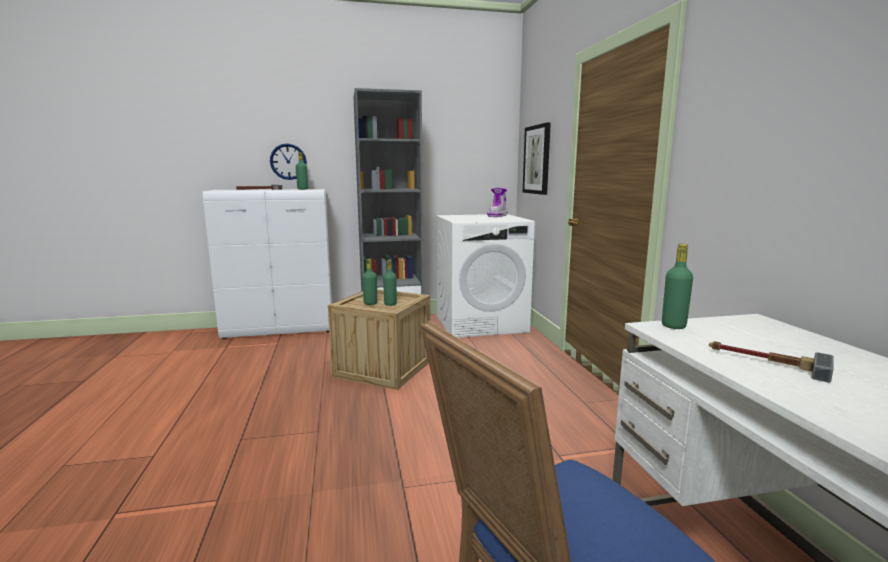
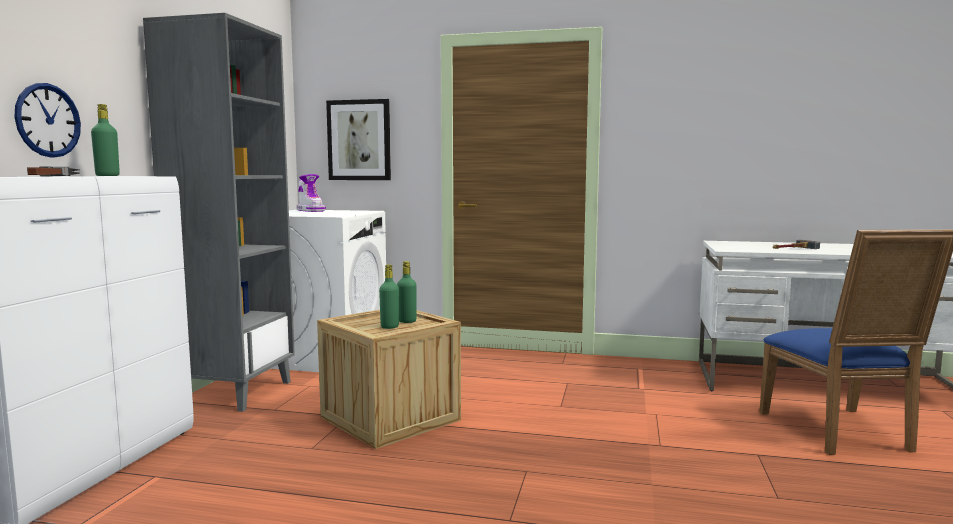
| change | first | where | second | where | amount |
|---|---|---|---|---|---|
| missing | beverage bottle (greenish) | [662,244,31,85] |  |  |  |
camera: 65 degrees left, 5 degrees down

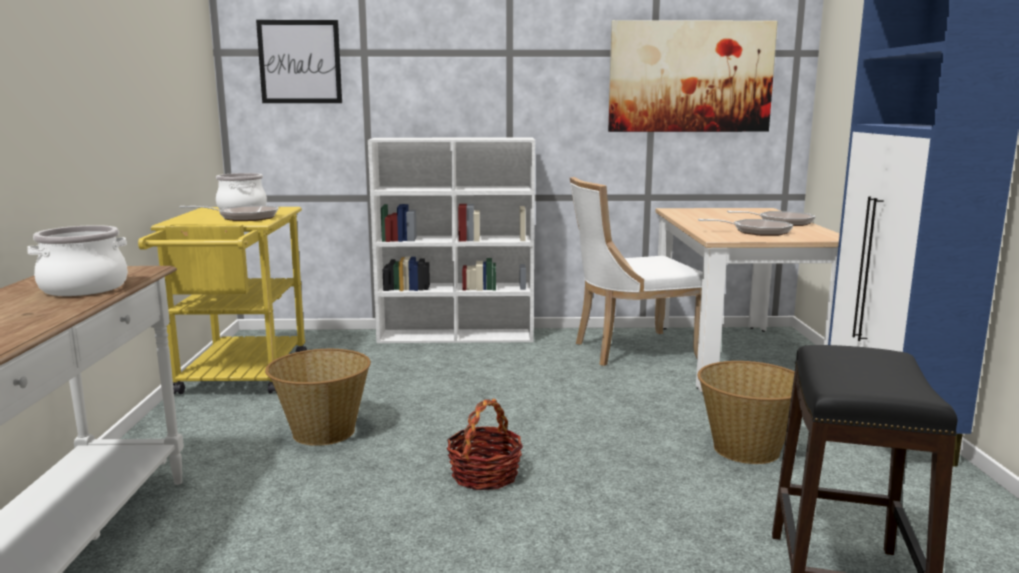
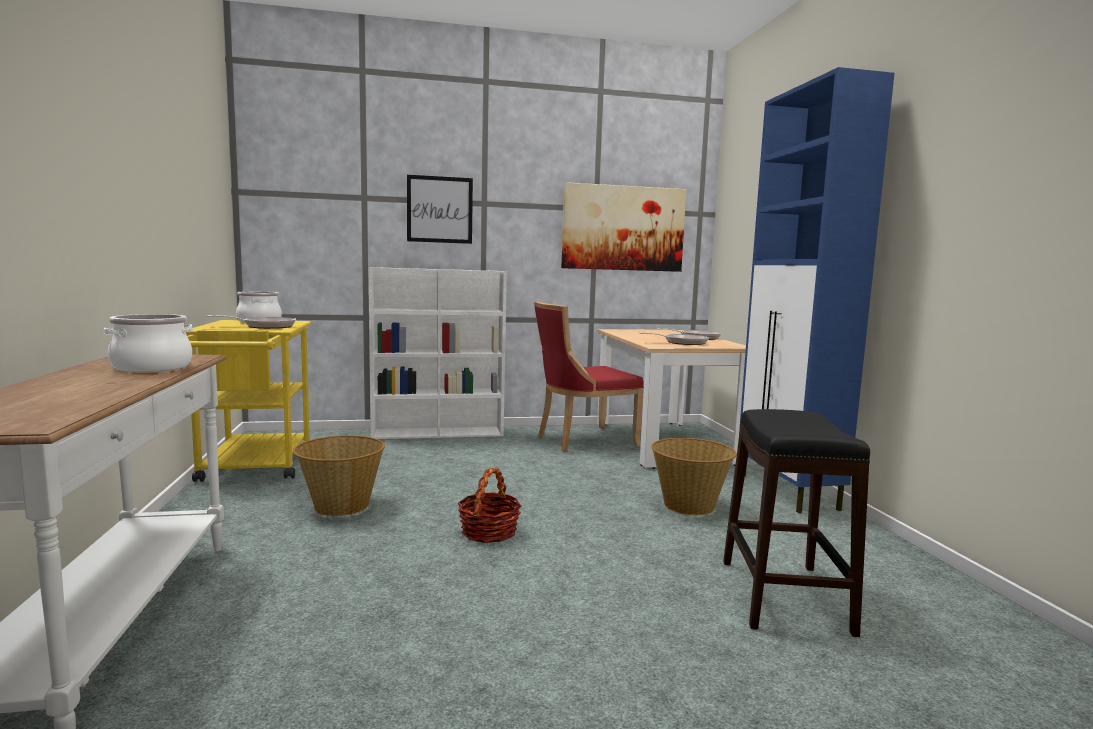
| change | first | where | second | where | amount |
|---|---|---|---|---|---|
| relocated | picture | [256,20,86,83] |  | [407,175,66,69] |  |
| colour | chair (white) | [570,177,133,189] | chair (reddish) | [534,302,110,150] |  |
camera: 10 degrees left, 5 degrees down

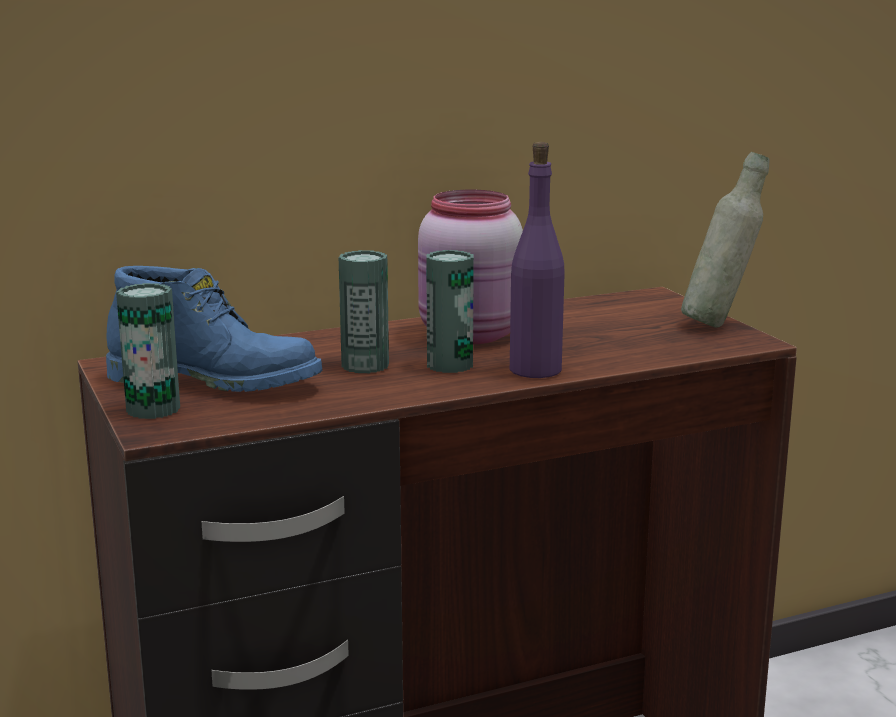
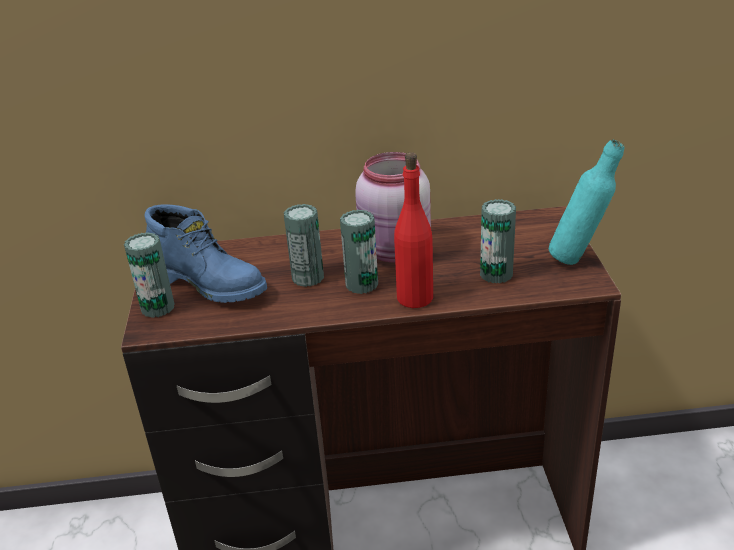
| change | first | where | second | where | amount |
|---|---|---|---|---|---|
| colour | beverage bottle (purple-coloured) | [510,142,55,236] | beverage bottle (reddish) | [394,152,39,156] |  |
| colour | beverage bottle (greyish) | [681,152,88,176] | beverage bottle (turquoise) | [549,139,75,126] |  |
| appeared |  |  | can | [480,199,36,85] |  |
camera: 20 degrees right, 15 degrees up

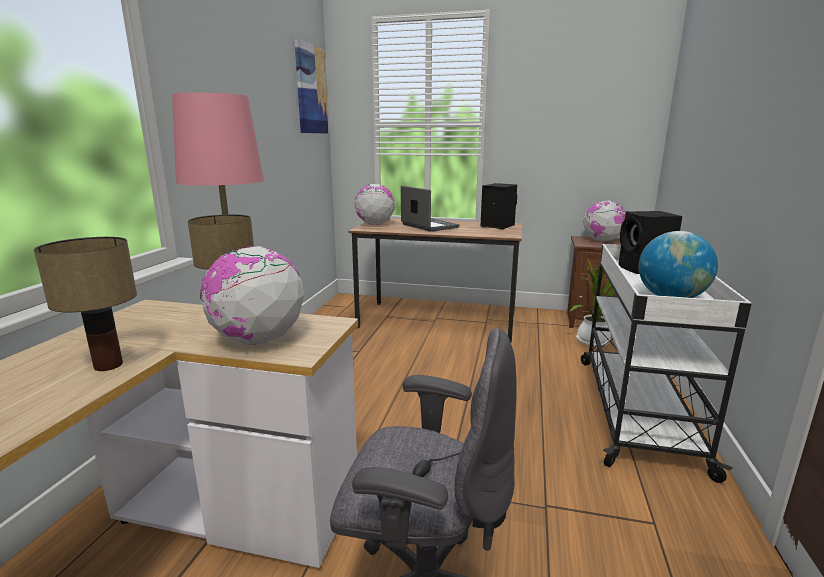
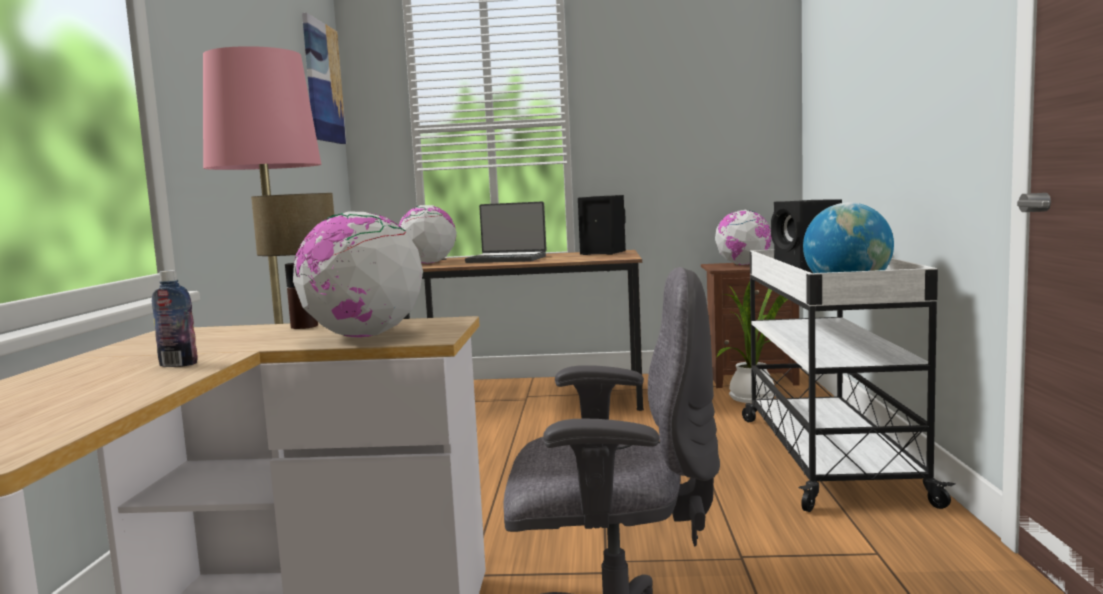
| change | first | where | second | where | amount |
|---|---|---|---|---|---|
| spun | laptop | [401,186,58,46] |  | [465,202,82,61] | 150 degrees clockwise |
| exchanged | tabletop lamp | [34,237,103,134] | beverage bottle | [152,270,46,97] |  |
camera: 10 degrees left, 10 degrees down

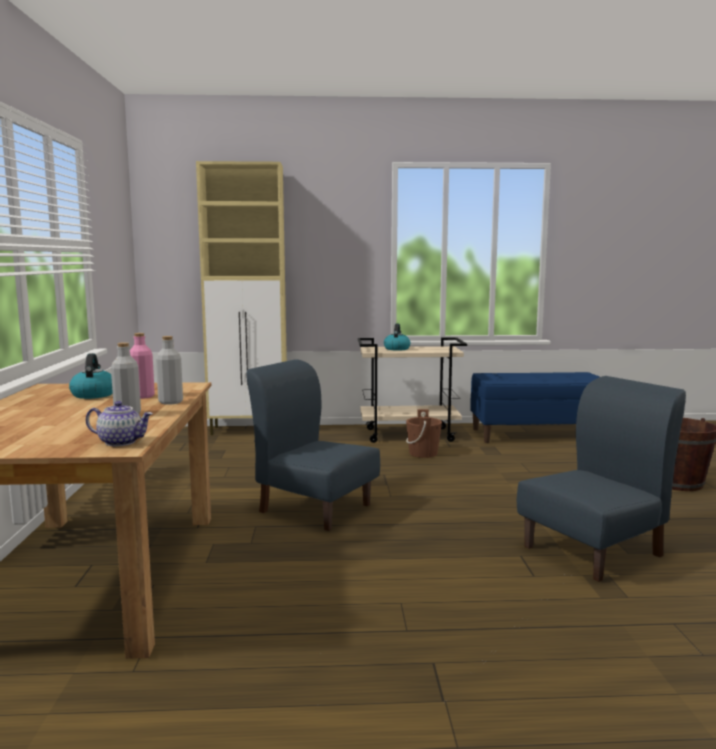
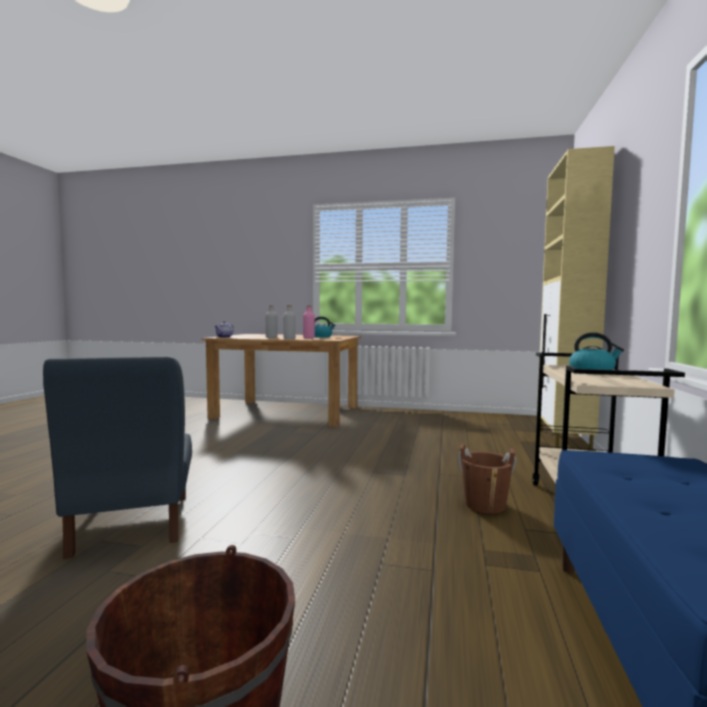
| change | first | where | second | where | amount |
|---|---|---|---|---|---|
| missing | chair (blue-coloured) | [246,359,134,172] |  |  |  |
camera: 105 degrees right, 5 degrees down

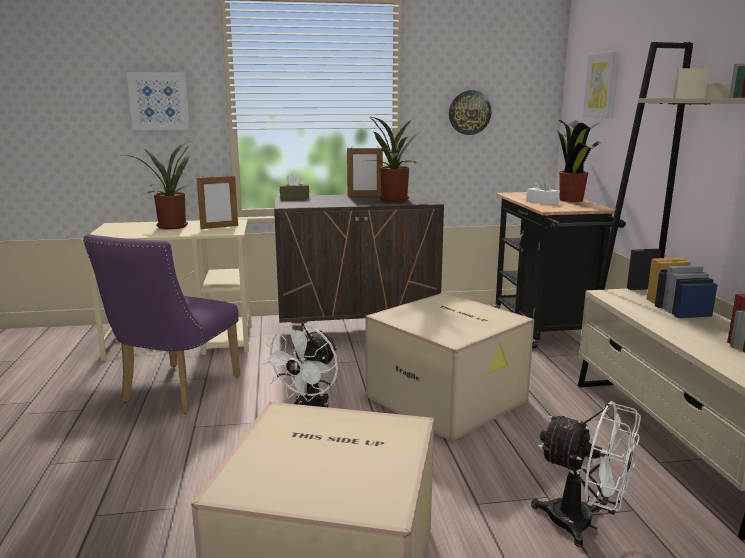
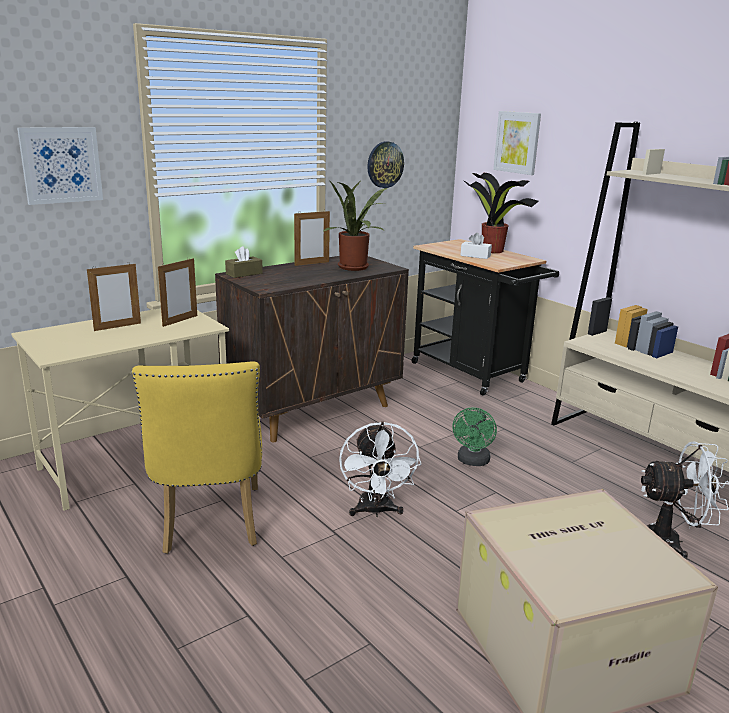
| change | first | where | second | where | amount |
|---|---|---|---|---|---|
| exchanged | potted plant | [123,141,74,88] | picture frame | [87,262,54,69] |  |
| colour | chair (purple-coloured) | [83,234,157,180] | chair (yellow) | [132,361,130,193] |  |
| exchanged | packing box | [365,292,169,150] | electric fan (greenish) | [453,407,44,59] |  |
camera: 30 degrees left, 5 degrees up

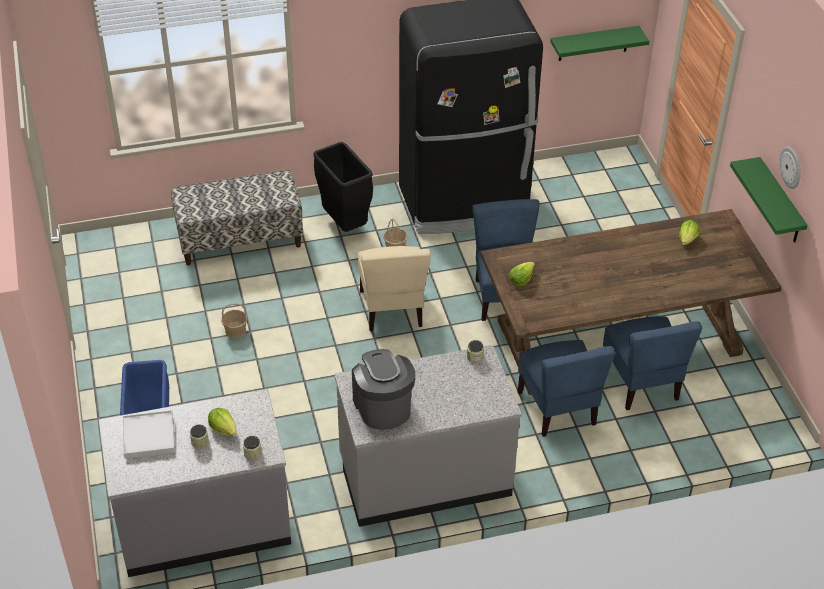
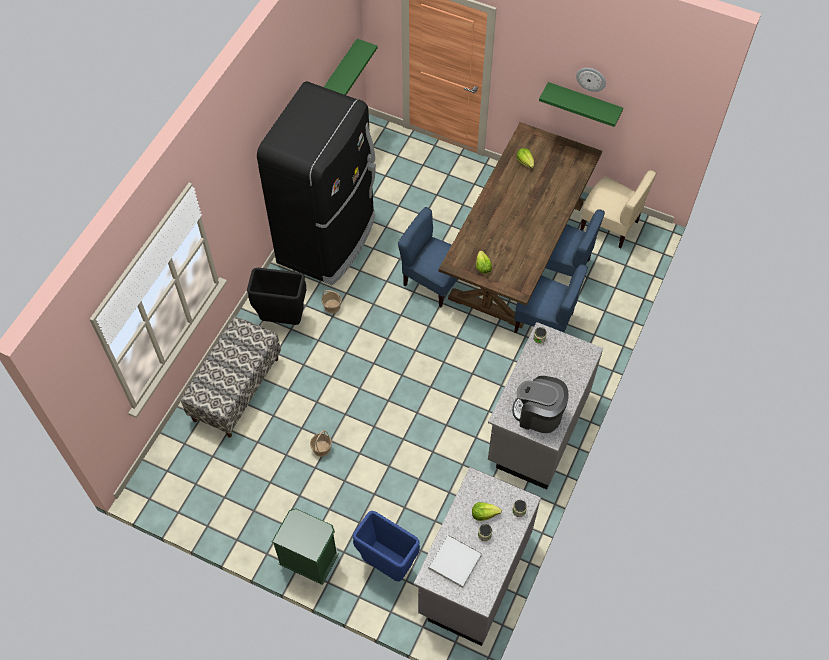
| change | first | where | second | where | amount |
|---|---|---|---|---|---|
| relocated | chair (beige) | [357,246,74,85] |  | [580,170,76,79] |  |
| appeared |  |  | nightstand (greenish) | [272,508,67,77] |  |
camera: 50 degrees left, 15 degrees up

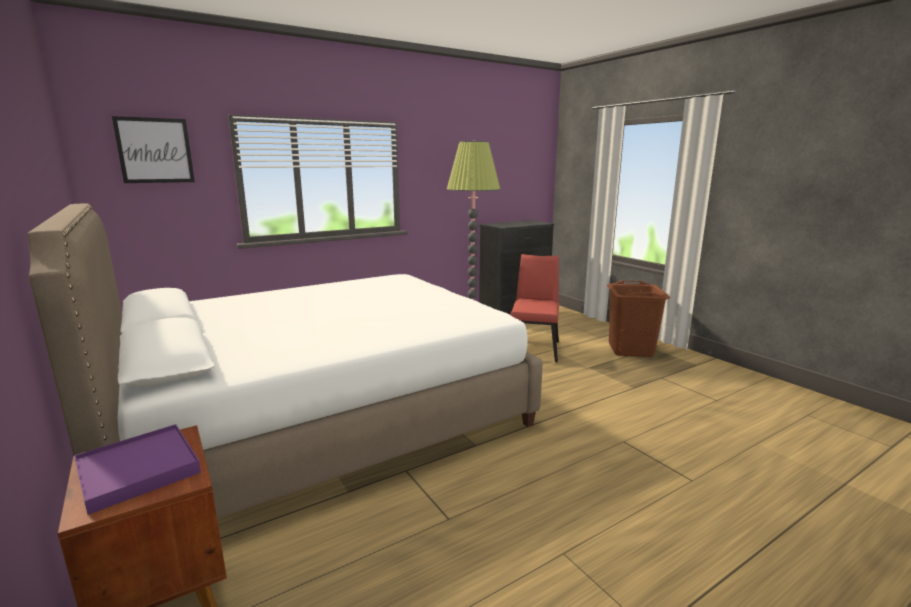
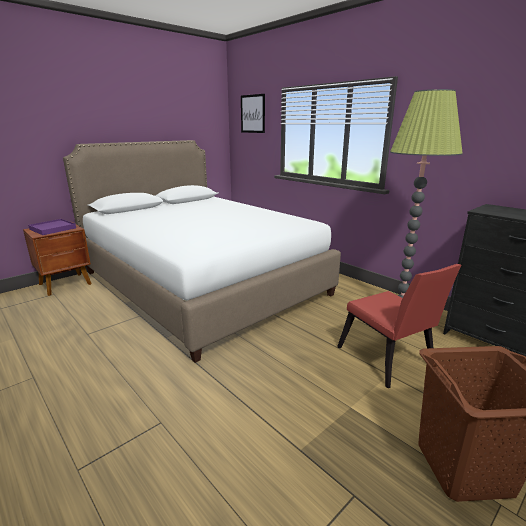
| change | first | where | second | where | amount |
|---|---|---|---|---|---|
| spun | chair (reddish) | [510,254,49,108] |  | [337,264,124,124] | 60 degrees clockwise |
camera: 80 degrees right, 5 degrees up

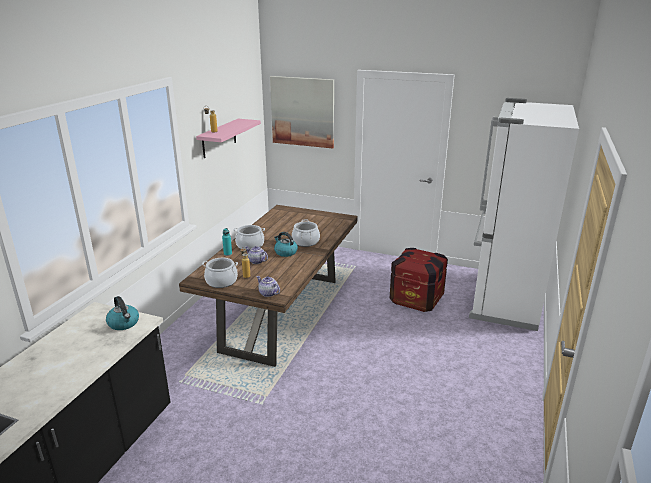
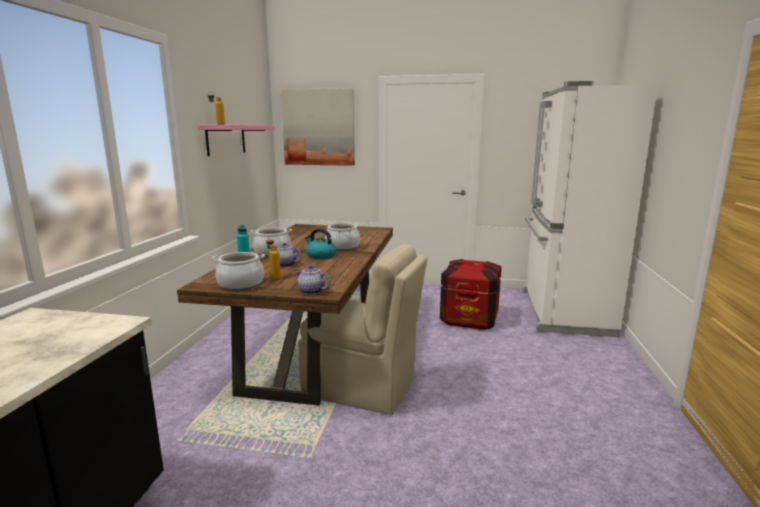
| change | first | where | second | where | amount |
|---|---|---|---|---|---|
| missing | tea kettle | [106,296,33,34] |  |  |  |
| appeared |  |  | chair (beige) | [298,244,129,171] |  |
camera: 10 degrees left, 10 degrees down

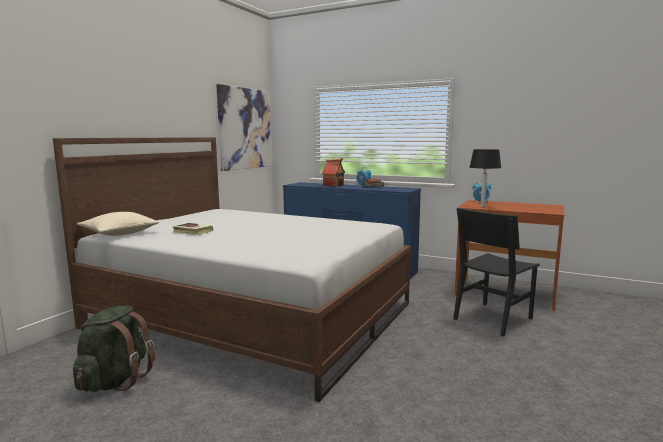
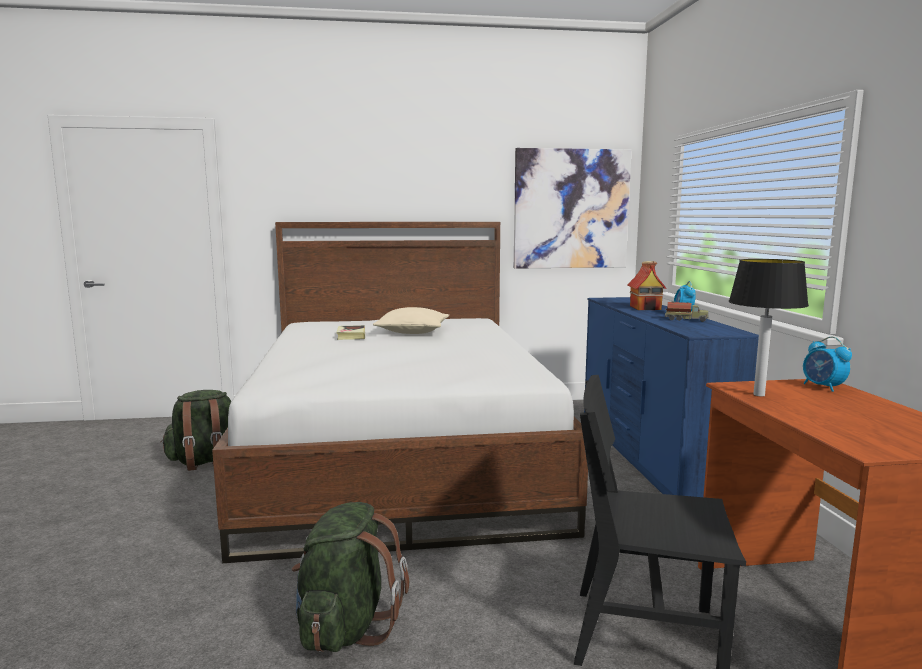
| change | first | where | second | where | amount |
|---|---|---|---|---|---|
| relocated | throw pillow (beige) | [77,212,82,24] |  | [373,307,76,27] |  |
| appeared |  |  | rucksack (greenish) | [292,502,117,150] |  |
camera: 55 degrees right, 0 degrees up

